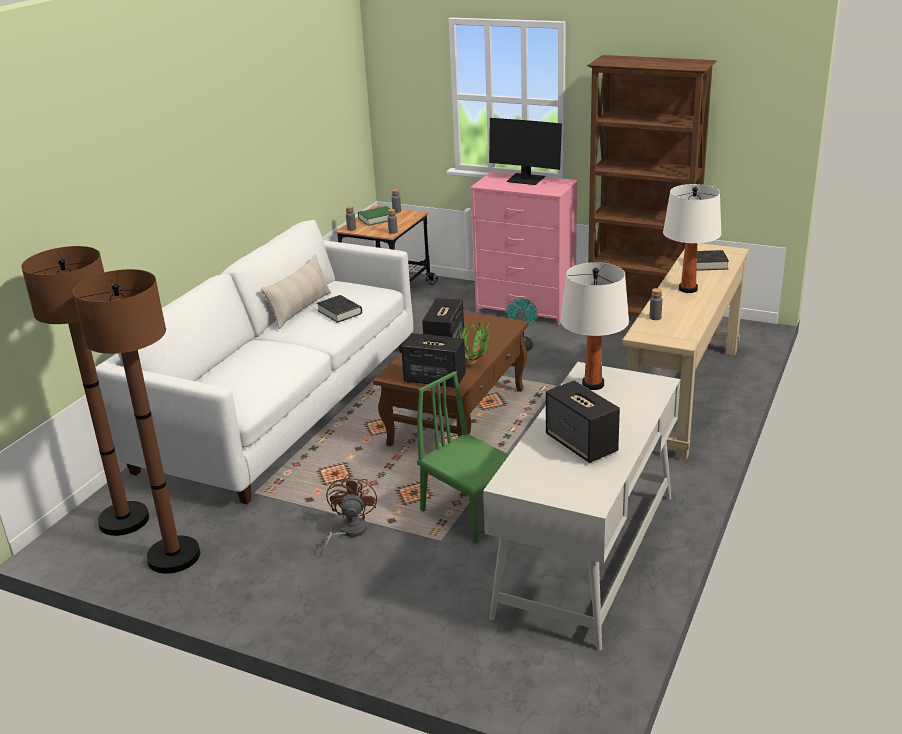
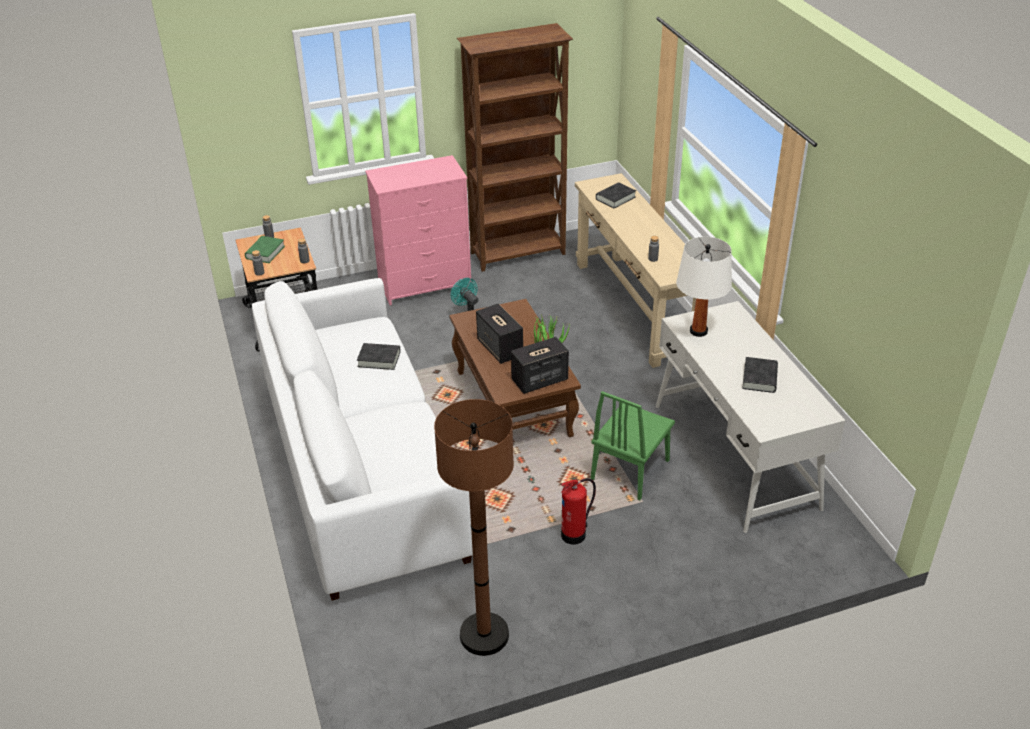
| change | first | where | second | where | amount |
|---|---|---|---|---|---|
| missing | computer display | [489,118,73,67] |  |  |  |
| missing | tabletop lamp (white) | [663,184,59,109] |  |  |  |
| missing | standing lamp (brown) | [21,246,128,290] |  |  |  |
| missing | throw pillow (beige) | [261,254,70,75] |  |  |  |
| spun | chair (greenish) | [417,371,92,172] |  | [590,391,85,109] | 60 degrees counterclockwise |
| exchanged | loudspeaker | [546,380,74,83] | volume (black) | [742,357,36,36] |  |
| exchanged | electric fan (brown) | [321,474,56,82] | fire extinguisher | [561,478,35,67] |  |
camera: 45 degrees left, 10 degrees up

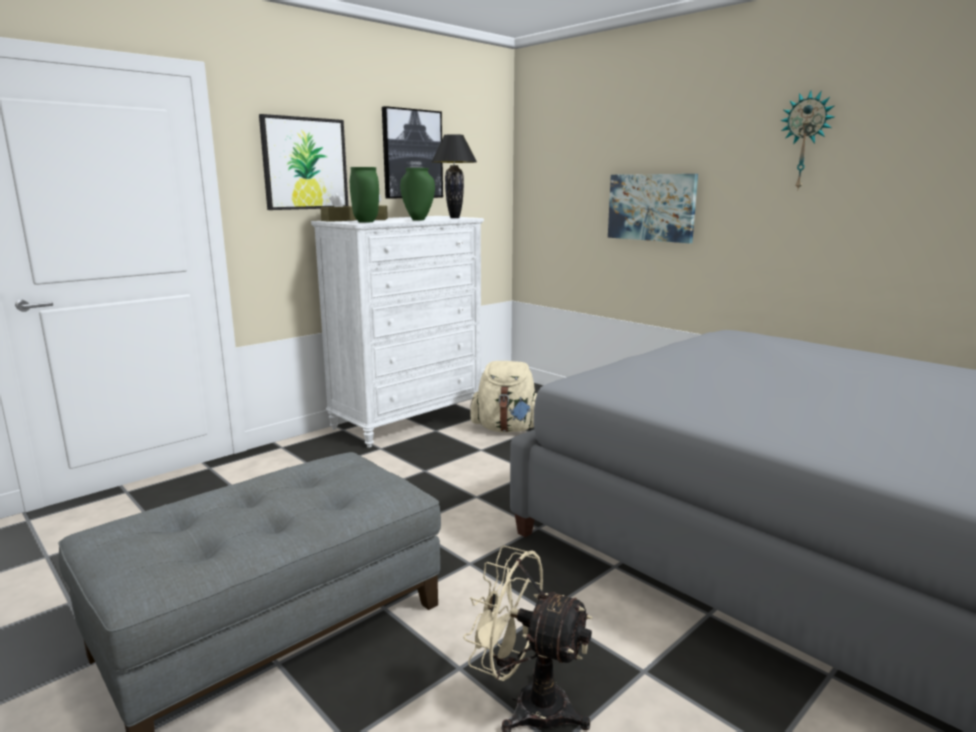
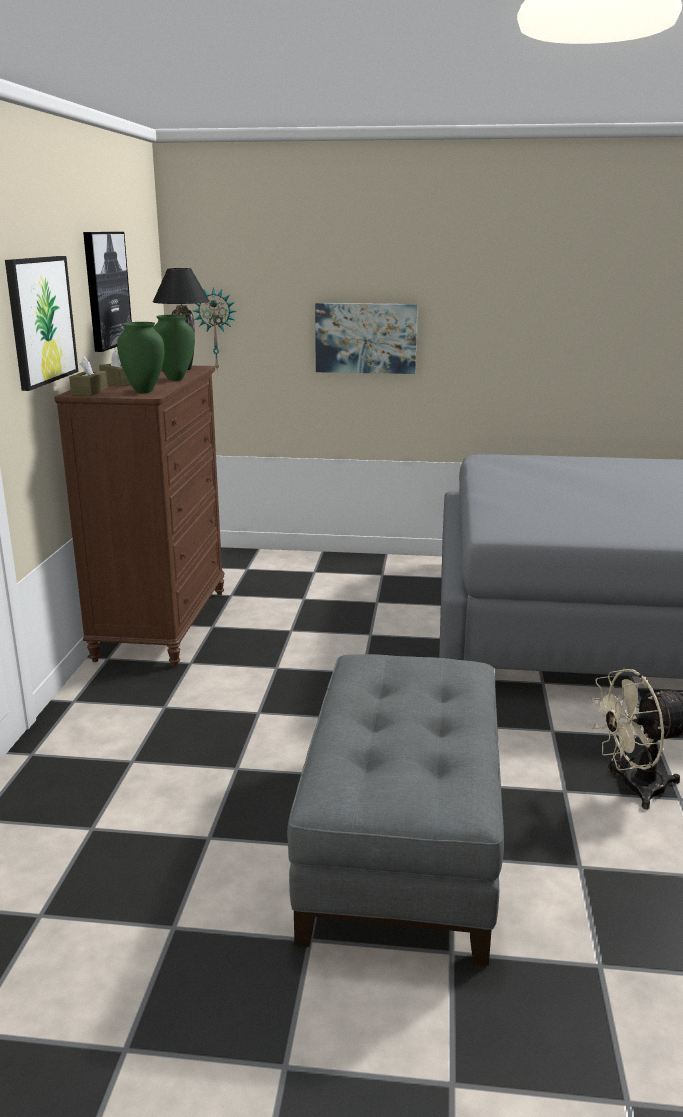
| change | first | where | second | where | amount |
|---|---|---|---|---|---|
| relocated | wall clock | [780,90,55,99] |  | [193,287,44,84] |  |
| colour | dresser (white) | [311,216,173,232] | dresser (brown) | [54,366,171,301] |  |
| missing | rucksack (beige) | [470,361,67,71] |  |  |  |
camera: 40 degrees left, 5 degrees up

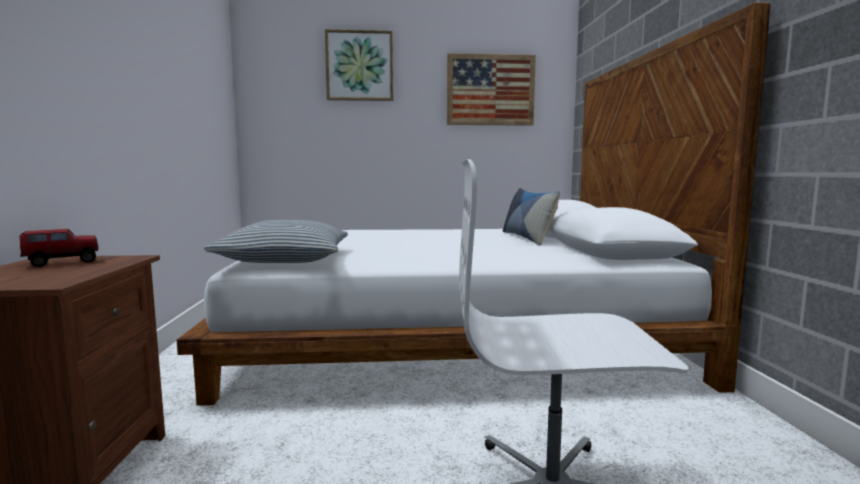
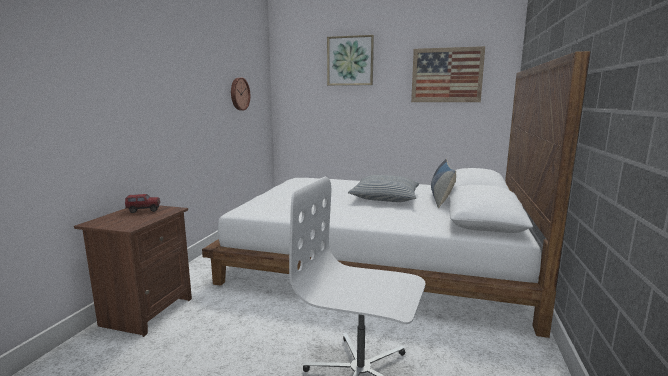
| change | first | where | second | where | amount |
|---|---|---|---|---|---|
| relocated | throw pillow | [204,220,144,43] |  | [348,175,71,27] |  |
| appeared |  |  | wall clock | [231,78,19,32] |  |
camera: 20 degrees right, 5 degrees up

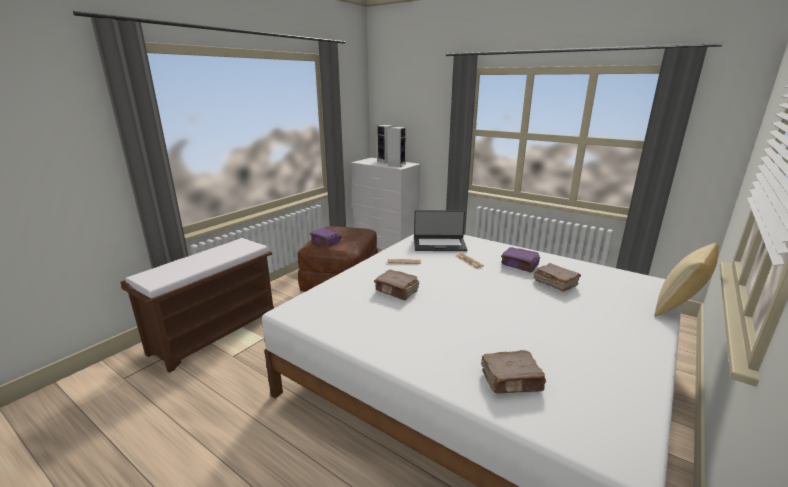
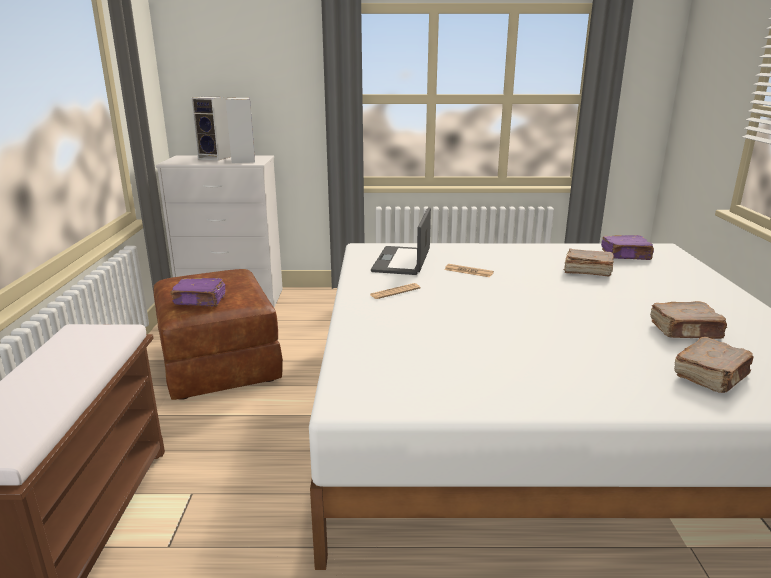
| change | first | where | second | where | amount |
|---|---|---|---|---|---|
| spun | laptop | [414,210,53,41] |  | [371,207,60,68] | 135 degrees clockwise |
| missing | throw pillow | [654,243,65,74] |  |  |  |
| relocated | volume (purple-coloured) | [501,247,39,26] |  | [601,235,53,25] |  |
| relocated | volume (brown) | [374,270,45,30] |  | [650,301,77,38] |  |
camera: 35 degrees left, 0 degrees up

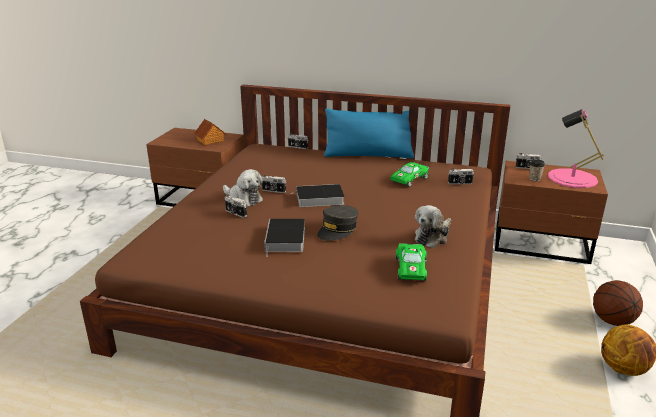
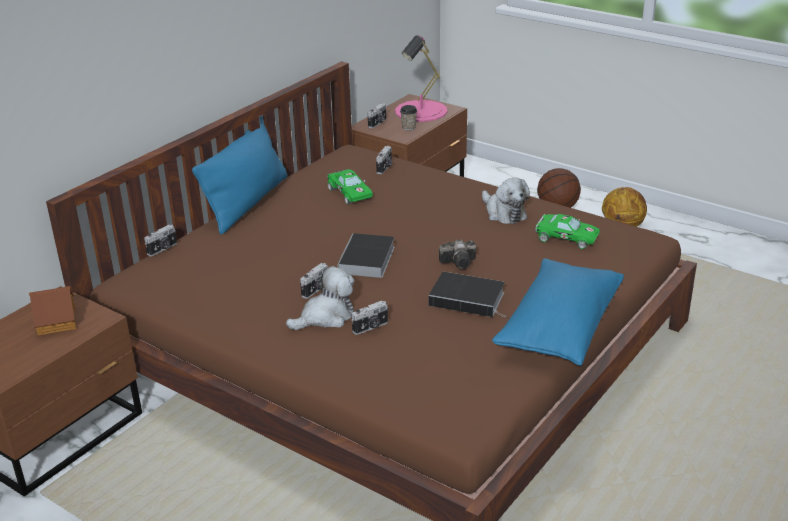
| change | first | where | second | where | amount |
|---|---|---|---|---|---|
| exchanged | peaked cap (greyish) | [317,205,41,36] | photo camera | [439,239,37,30] |  |
| appeared |  |  | throw pillow (blue-coloured) | [492,258,132,108] |  |
camera: 70 degrees left, 5 degrees up

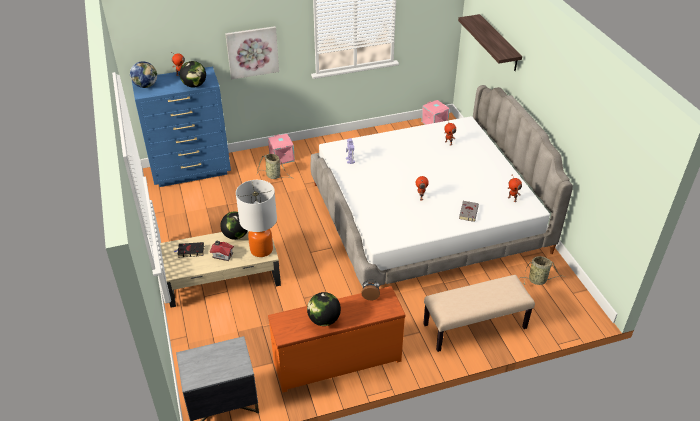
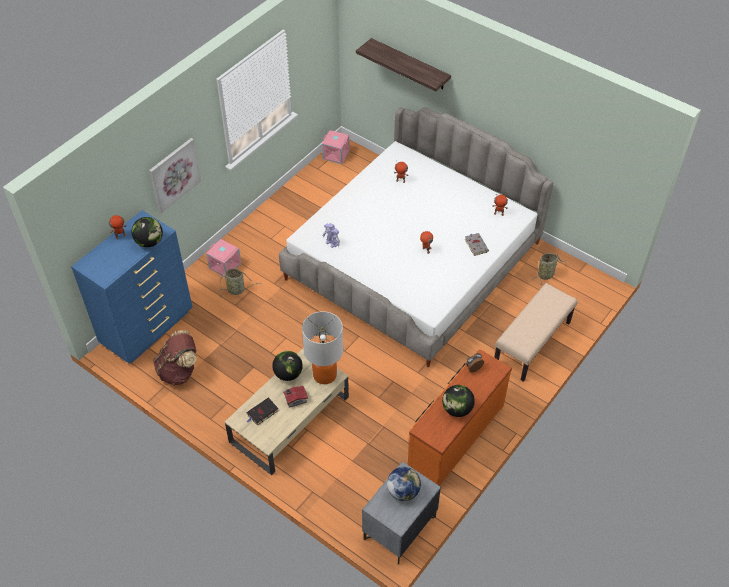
| change | first | where | second | where | amount |
|---|---|---|---|---|---|
| relocated | desk globe | [130,61,27,27] |  | [387,467,34,34] |  |
| appeared |  |  | rucksack (brown) | [153,330,44,56] |  |
camera: 35 degrees left, 10 degrees up

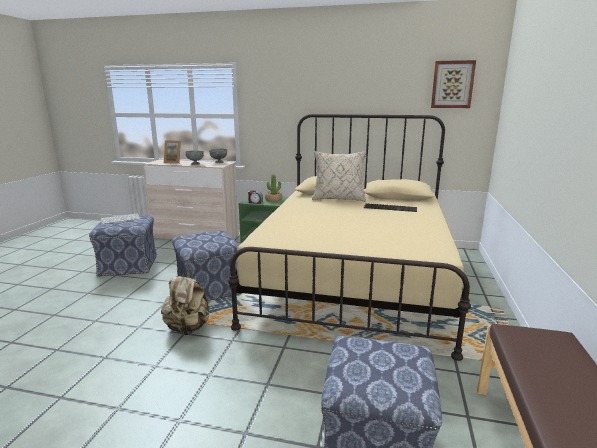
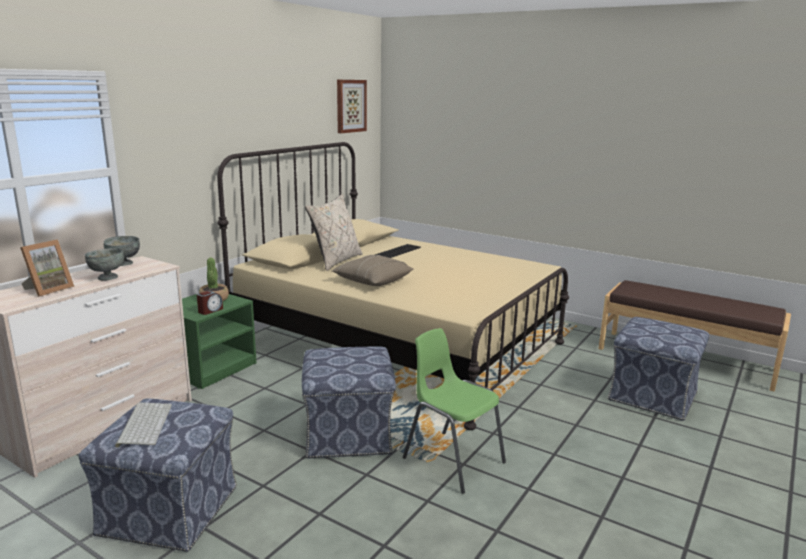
| change | first | where | second | where | amount |
|---|---|---|---|---|---|
| exchanged | rucksack (beige) | [161,270,48,65] | chair (greenish) | [403,328,103,166] |  |
| appeared |  |  | throw pillow (beige) | [332,255,82,31] |  |
camera: 70 degrees left, 0 degrees up

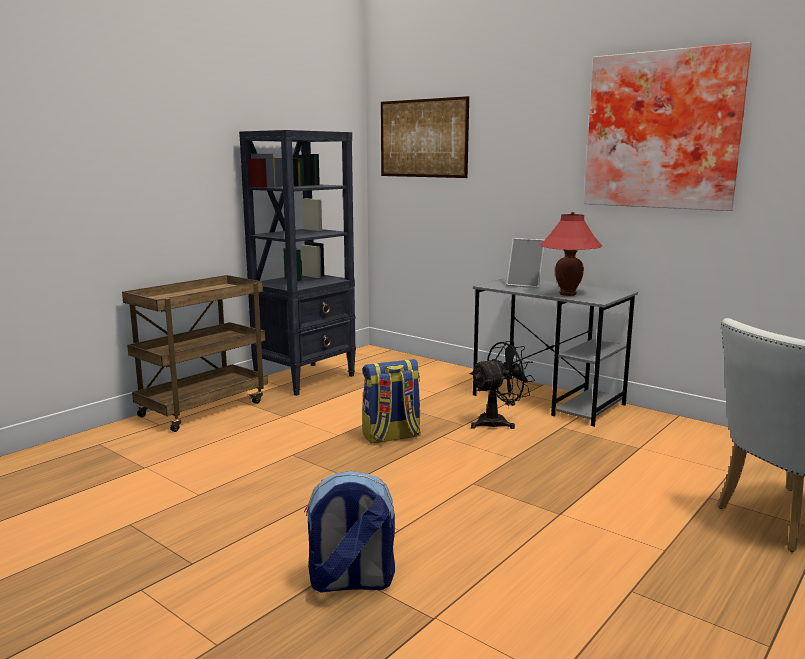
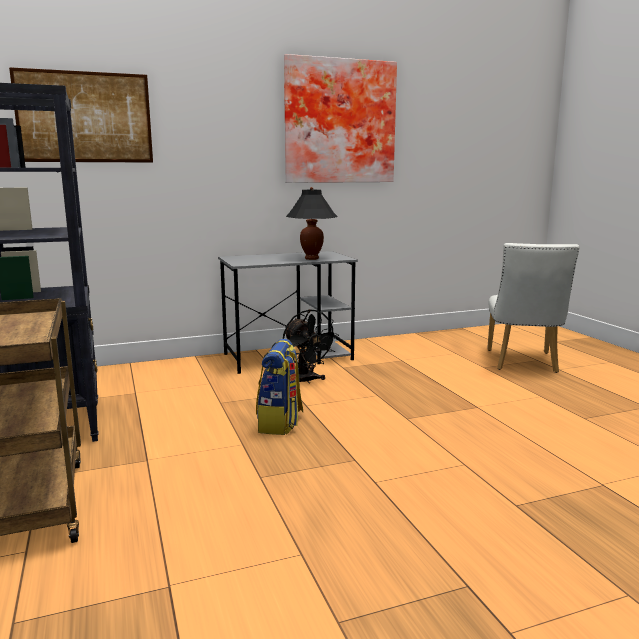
| change | first | where | second | where | amount |
|---|---|---|---|---|---|
| colour | tabletop lamp (reddish) | [540,212,62,84] | tabletop lamp (black) | [286,187,51,73] |  |
| missing | picture frame | [506,238,39,50] |  |  |  |
| spun | electric fan (black) | [470,341,65,88] |  | [283,309,56,74] | 150 degrees clockwise |
| missing | rucksack | [304,471,91,122] |  |  |  |
camera: 60 degrees left, 0 degrees up

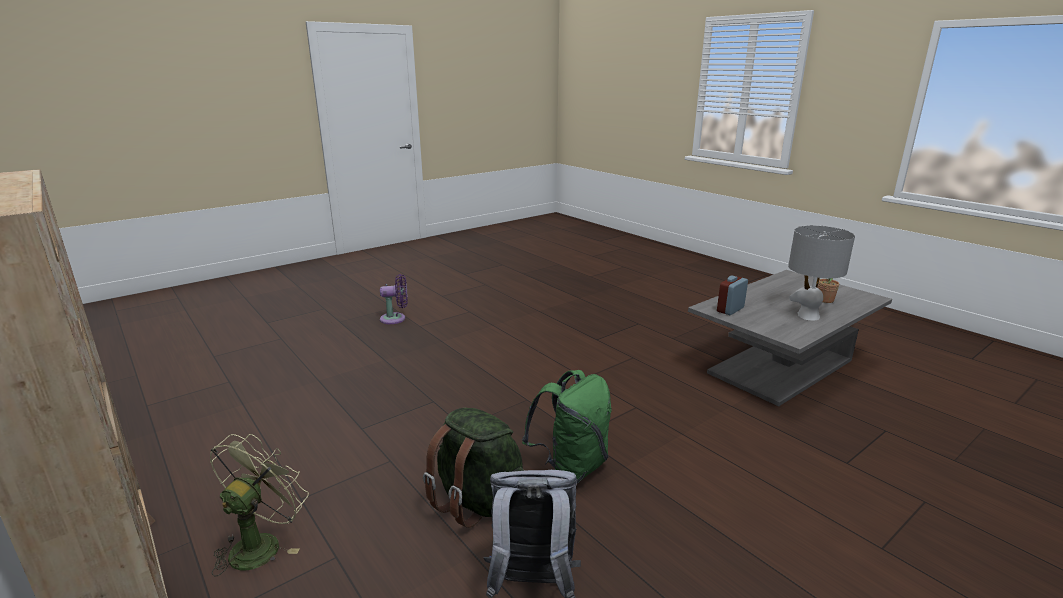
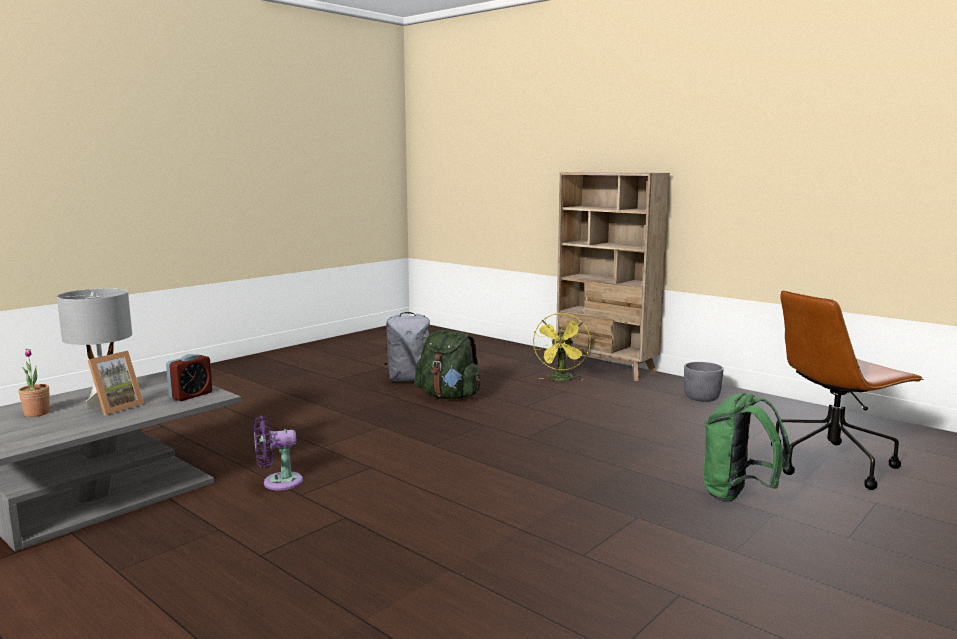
| change | first | where | second | where | amount |
|---|---|---|---|---|---|
| relocated | electric fan (purple-coloured) | [380,274,28,50] |  | [254,416,49,74] |  |
| relocated | rucksack (greenish) | [522,370,90,113] |  | [703,393,87,109] |  |
| colour | electric fan (greenish) | [210,434,99,143] | electric fan (yellow) | [533,313,57,68] |  |
| appeared |  |  | office chair (brown) | [771,290,153,200] |  |
| appeared |  |  | picture frame | [86,351,58,64] |  |
| appeared |  |  | plant pot (greyish) | [684,362,40,40] |  |
camera: 170 degrees right, 10 degrees down

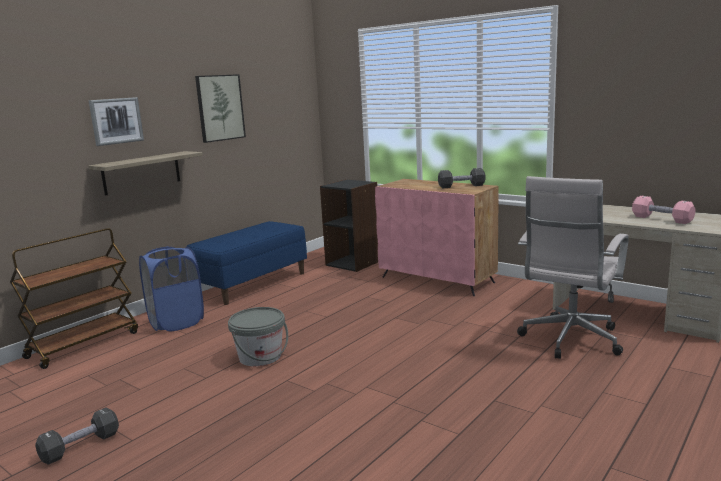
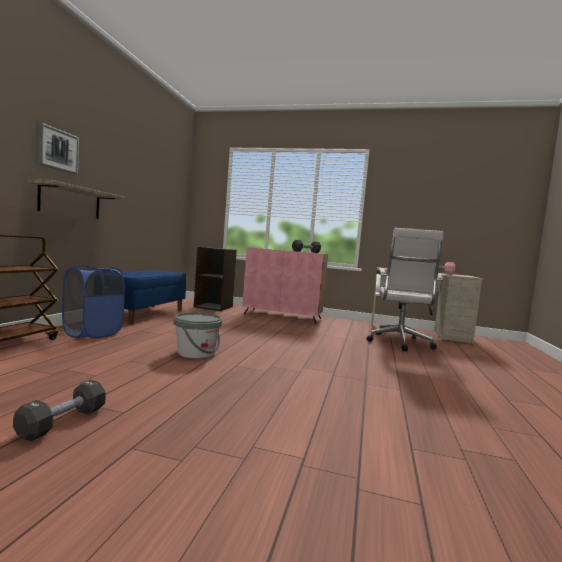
| change | first | where | second | where | amount |
|---|---|---|---|---|---|
| missing | picture | [195,74,51,69] |  |  |  |
camera: 25 degrees left, 10 degrees down

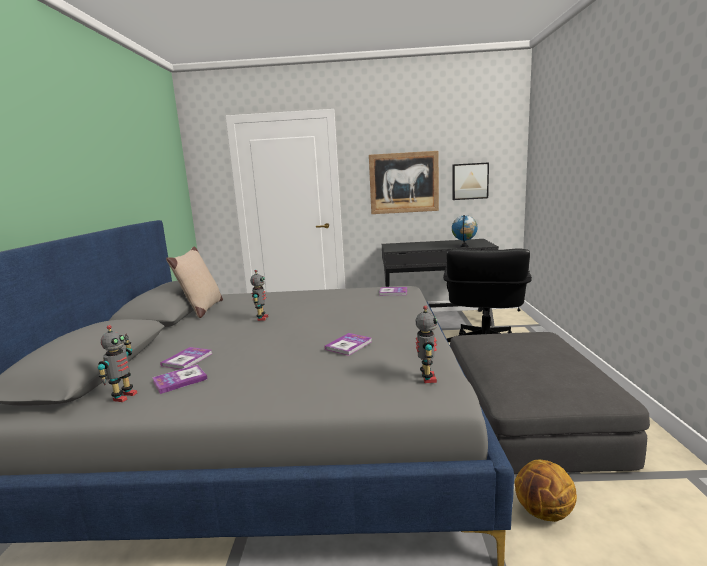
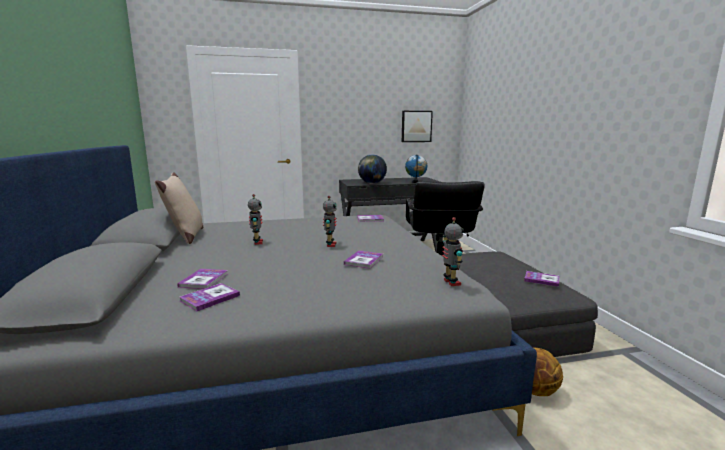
| change | first | where | second | where | amount |
|---|---|---|---|---|---|
| missing | picture | [369,151,70,63] |  |  |  |
| relocated | toy robot | [98,325,39,77] |  | [323,196,14,51] |  |
| appeared |  |  | desk globe | [358,155,29,29] |  |
| appeared |  |  | volume | [524,271,36,16] |  |
camera: 15 degrees left, 0 degrees up

